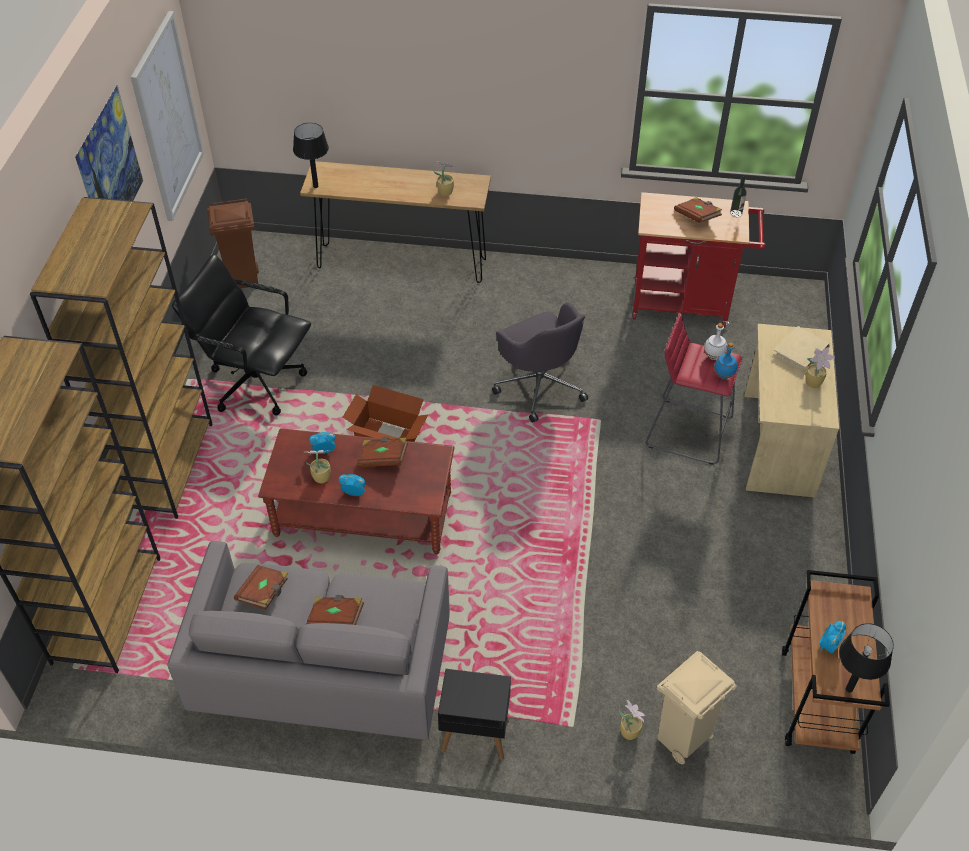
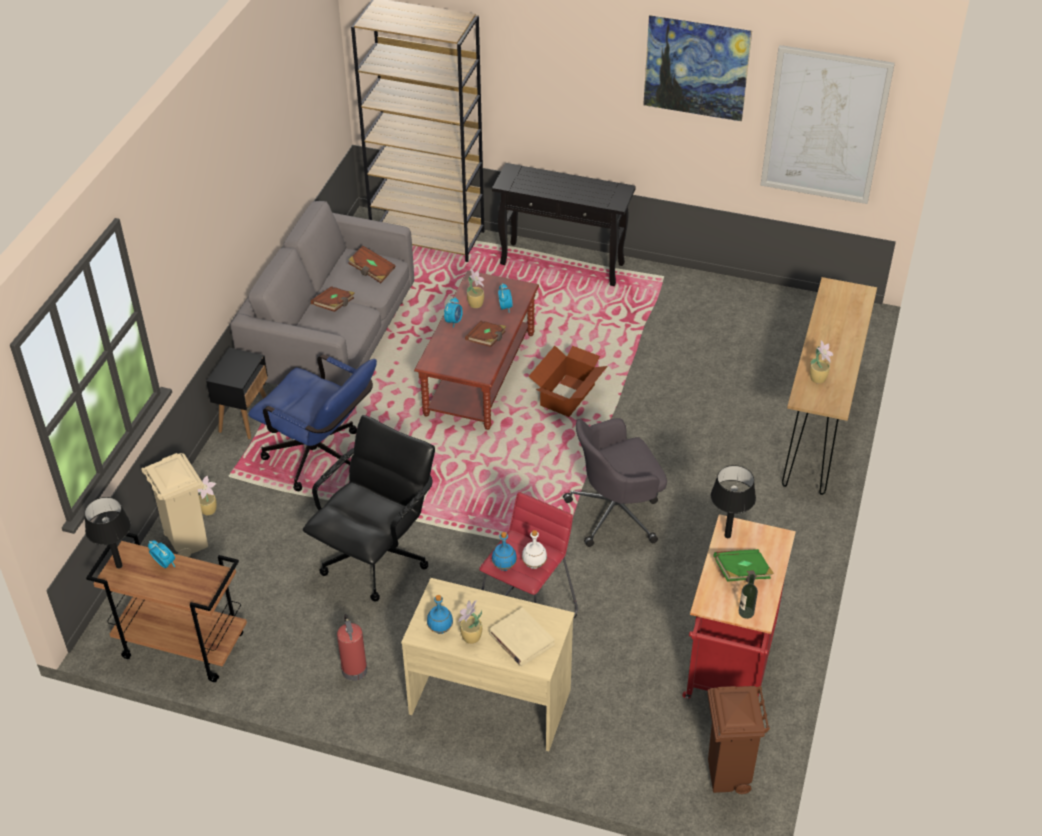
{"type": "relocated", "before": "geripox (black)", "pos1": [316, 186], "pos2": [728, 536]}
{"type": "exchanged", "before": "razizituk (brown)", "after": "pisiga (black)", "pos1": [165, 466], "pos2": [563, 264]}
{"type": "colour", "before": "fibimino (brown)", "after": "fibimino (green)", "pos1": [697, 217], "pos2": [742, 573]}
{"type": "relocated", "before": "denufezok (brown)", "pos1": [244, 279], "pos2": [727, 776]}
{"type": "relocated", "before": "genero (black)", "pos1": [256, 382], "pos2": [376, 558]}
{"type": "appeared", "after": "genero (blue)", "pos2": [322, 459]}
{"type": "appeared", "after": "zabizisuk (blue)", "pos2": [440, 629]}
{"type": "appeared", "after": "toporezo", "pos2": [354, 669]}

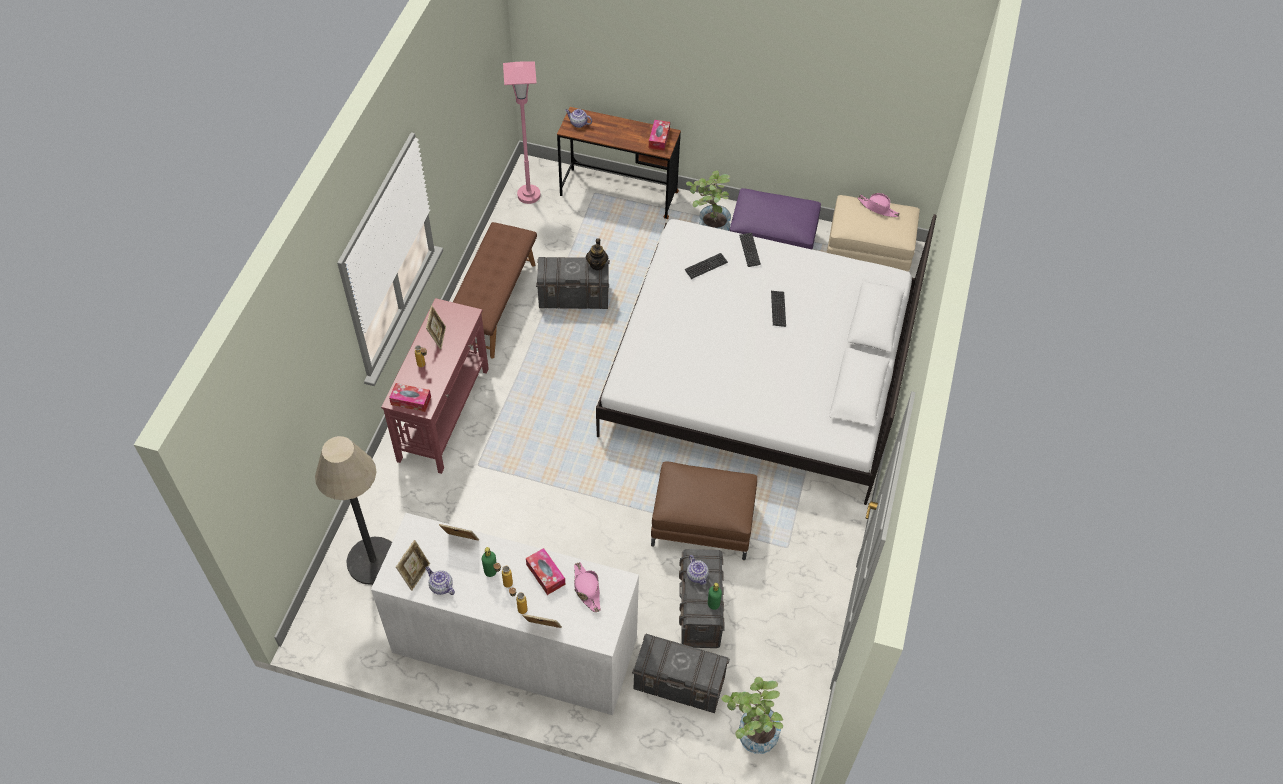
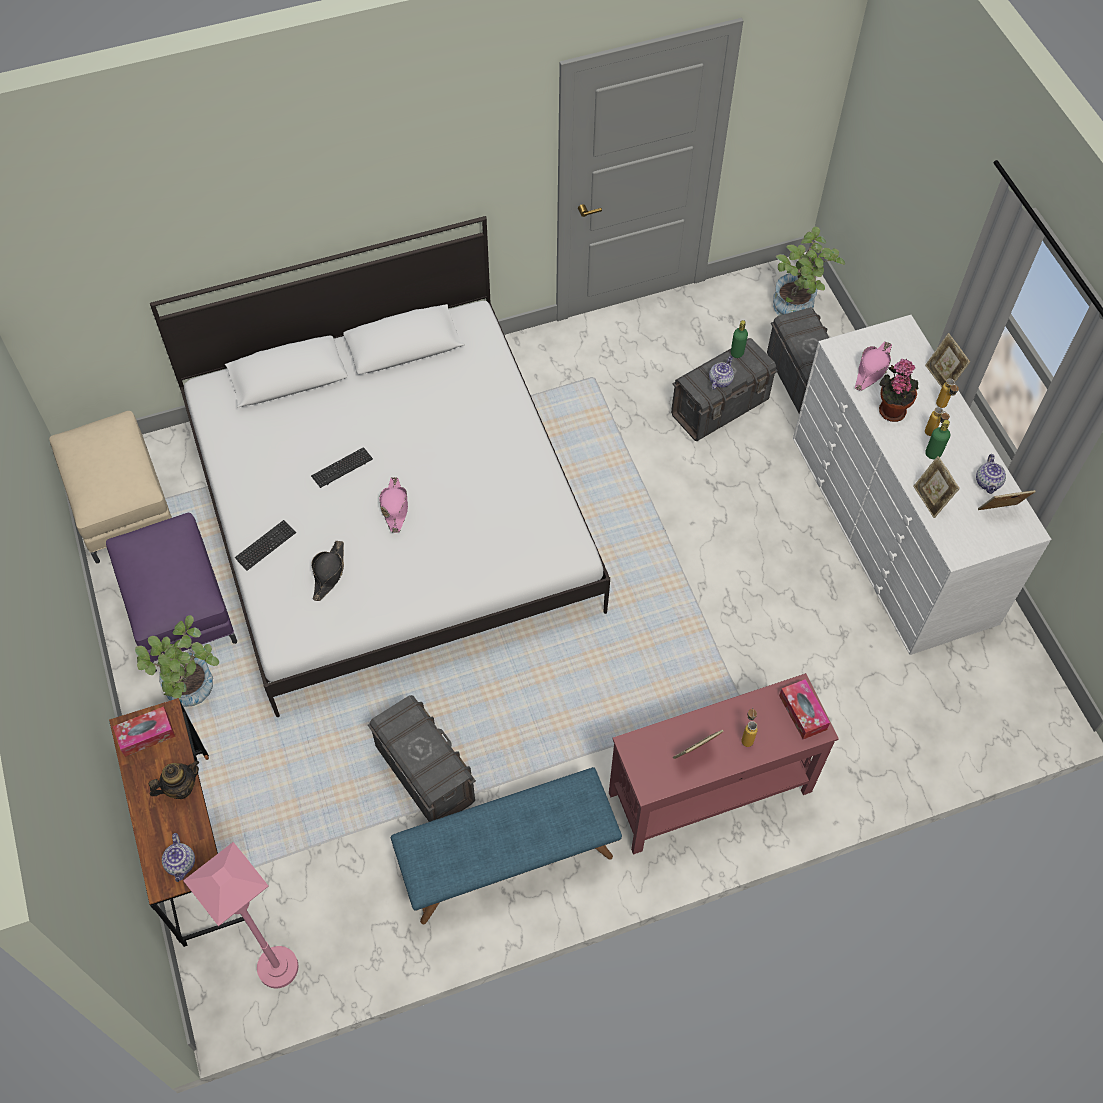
{"type": "relocated", "before": "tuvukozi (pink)", "pos1": [878, 208], "pos2": [395, 507]}
{"type": "colour", "before": "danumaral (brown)", "after": "danumaral (blue)", "pos1": [494, 305], "pos2": [508, 861]}
{"type": "relocated", "before": "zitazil", "pos1": [597, 264], "pos2": [180, 787]}
{"type": "exchanged", "before": "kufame", "after": "tuvukozi (black)", "pos1": [706, 266], "pos2": [329, 573]}
{"type": "missing", "before": "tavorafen", "pos1": [373, 561]}
{"type": "missing", "before": "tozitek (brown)", "pos1": [702, 524]}
{"type": "exchanged", "before": "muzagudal", "after": "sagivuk", "pos1": [545, 574], "pos2": [891, 409]}

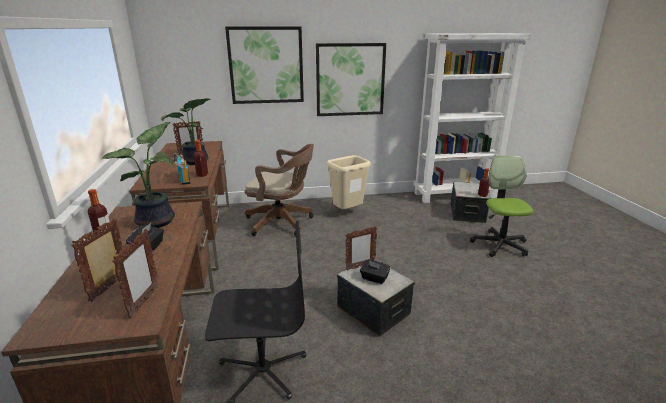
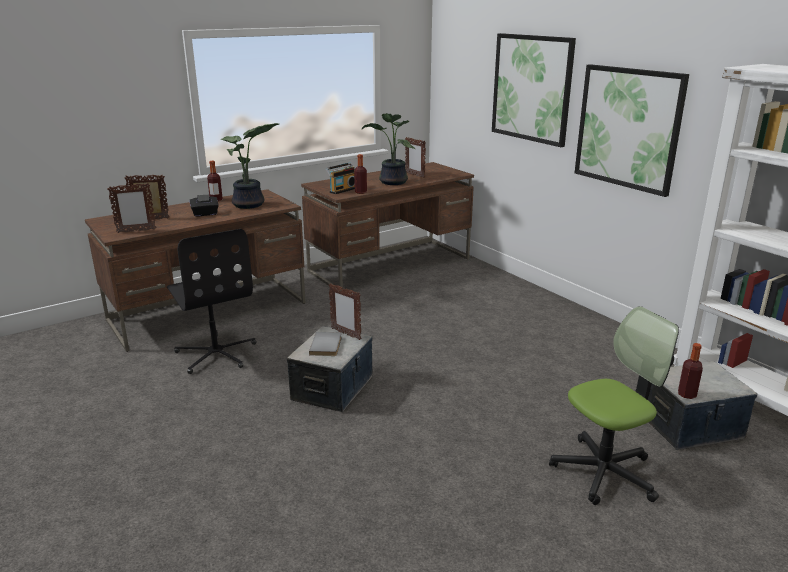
{"type": "missing", "before": "genero (brown)", "pos1": [282, 223]}
{"type": "missing", "before": "denufezok (beige)", "pos1": [348, 212]}
{"type": "exchanged", "before": "muzagudal (black)", "after": "fibimino (grey)", "pos1": [374, 278], "pos2": [327, 345]}

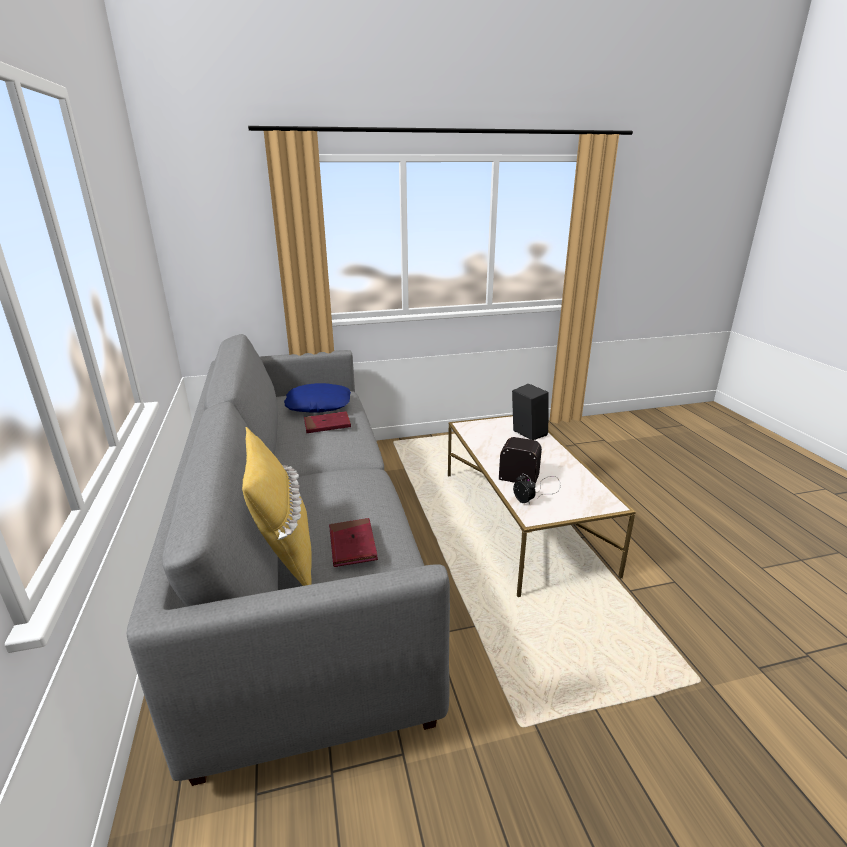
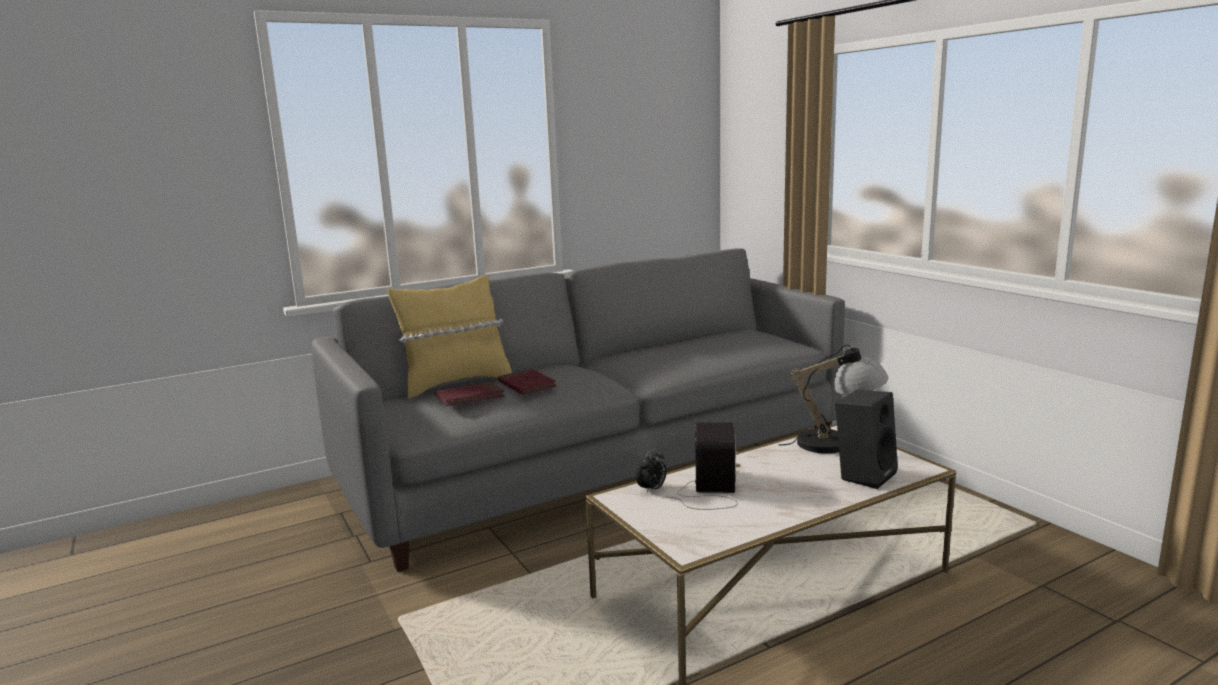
{"type": "missing", "before": "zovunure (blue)", "pos1": [319, 405]}
{"type": "relocated", "before": "fibimino (red)", "pos1": [327, 425], "pos2": [527, 385]}
{"type": "appeared", "after": "geripox", "pos2": [837, 443]}

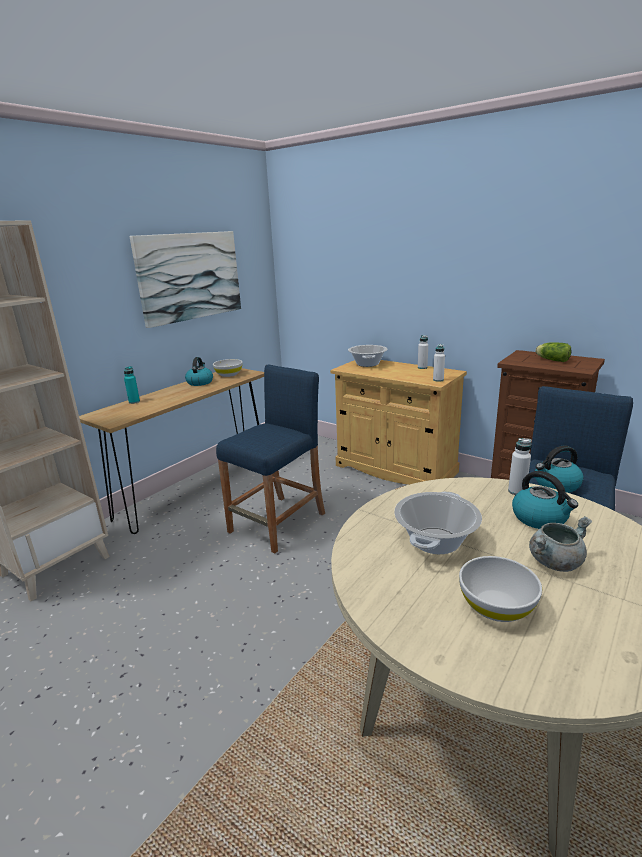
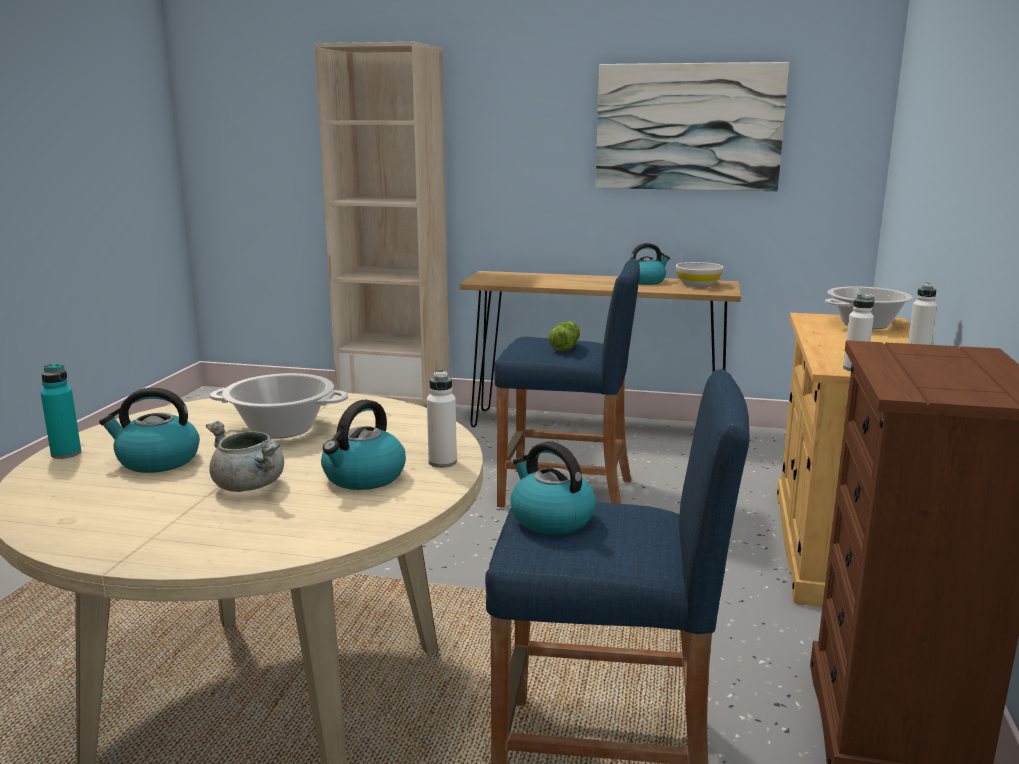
{"type": "relocated", "before": "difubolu", "pos1": [551, 360], "pos2": [566, 347]}
{"type": "relocated", "before": "zabizisuk (turquoise)", "pos1": [134, 402], "pos2": [66, 453]}
{"type": "exchanged", "before": "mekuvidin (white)", "after": "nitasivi", "pos1": [496, 605], "pos2": [157, 461]}

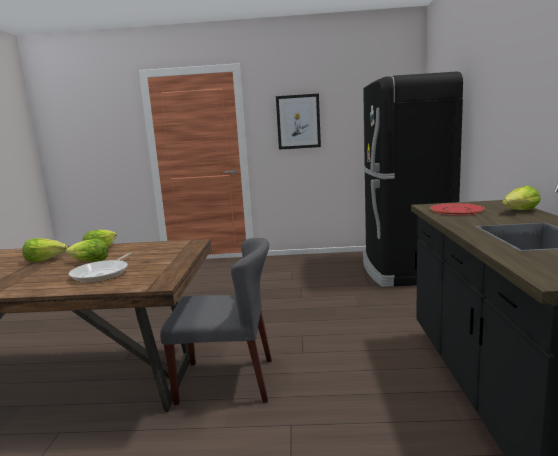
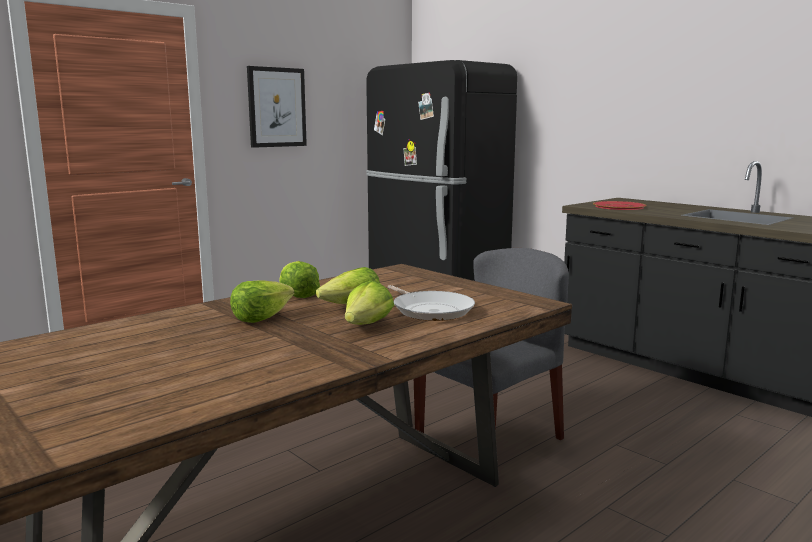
{"type": "relocated", "before": "difubolu", "pos1": [520, 211], "pos2": [367, 325]}

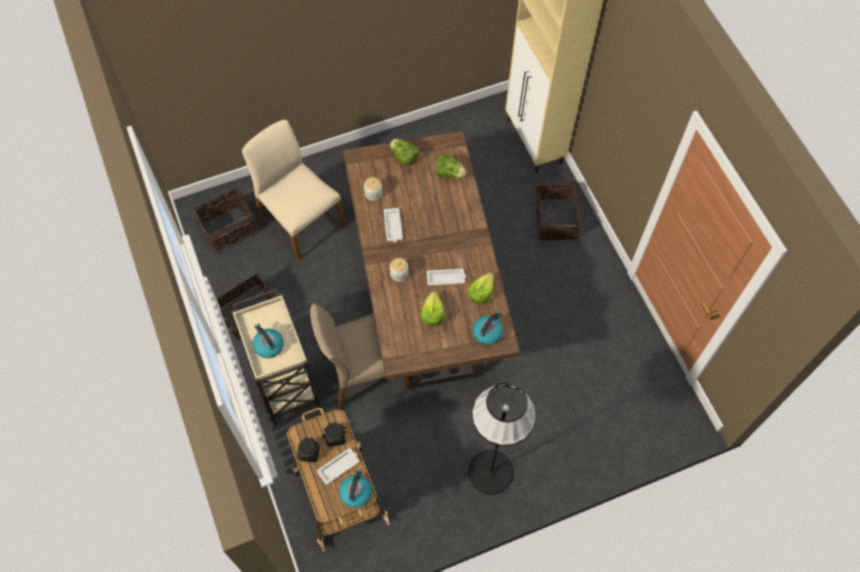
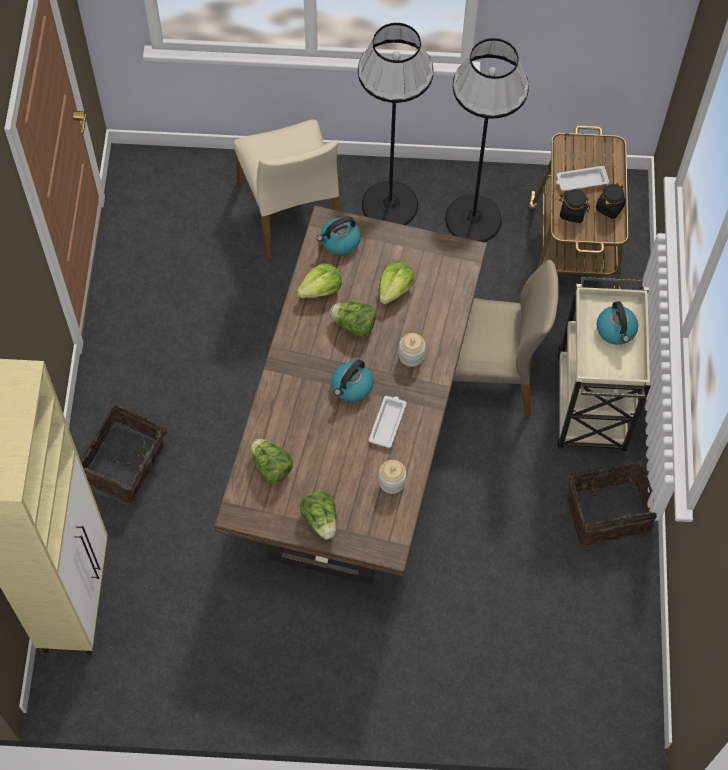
{"type": "relocated", "before": "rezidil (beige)", "pos1": [300, 220], "pos2": [291, 210]}
{"type": "missing", "before": "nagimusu", "pos1": [228, 227]}
{"type": "exchanged", "before": "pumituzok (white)", "after": "difubolu", "pos1": [446, 278], "pos2": [354, 325]}
{"type": "relocated", "before": "nitasivi", "pos1": [355, 492], "pos2": [352, 386]}
{"type": "appeared", "after": "tavorafen (black)", "pos2": [473, 219]}

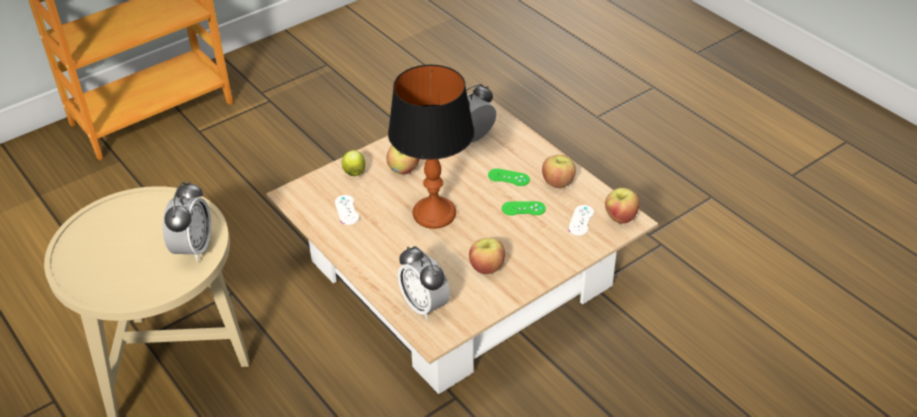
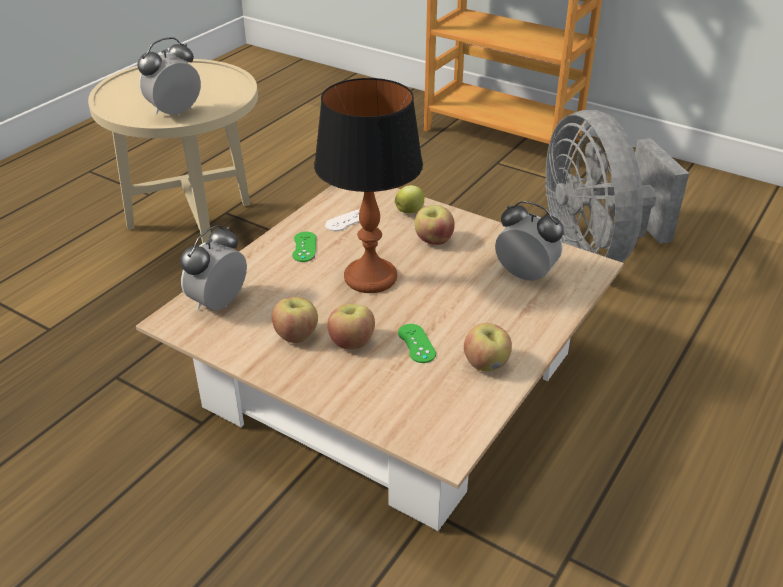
{"type": "relocated", "before": "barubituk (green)", "pos1": [508, 177], "pos2": [304, 247]}
{"type": "spun", "before": "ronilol", "pos1": [193, 248], "pos2": [175, 112], "turn": 150}
{"type": "relocated", "before": "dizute", "pos1": [620, 217], "pos2": [351, 342]}
{"type": "missing", "before": "barubituk (white)", "pos1": [581, 220]}
{"type": "appeared", "after": "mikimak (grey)", "pos2": [595, 250]}

